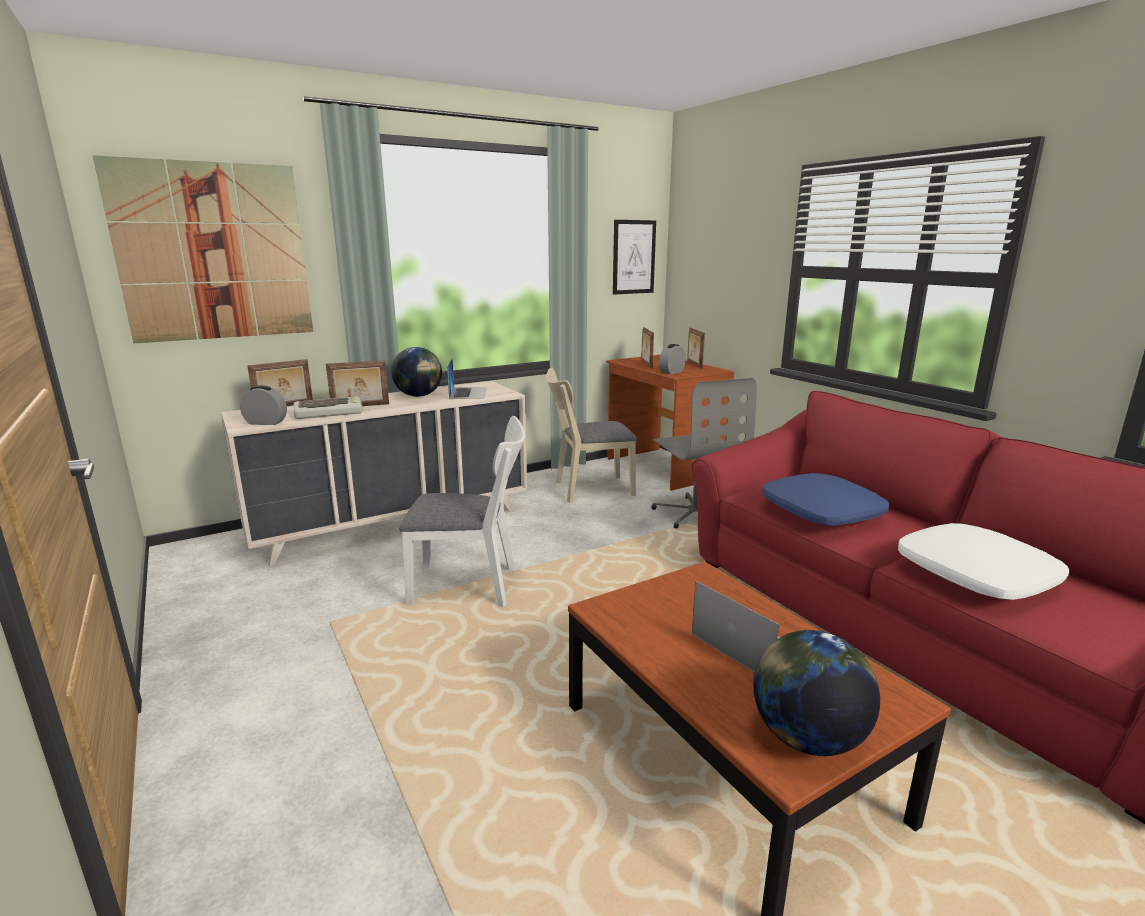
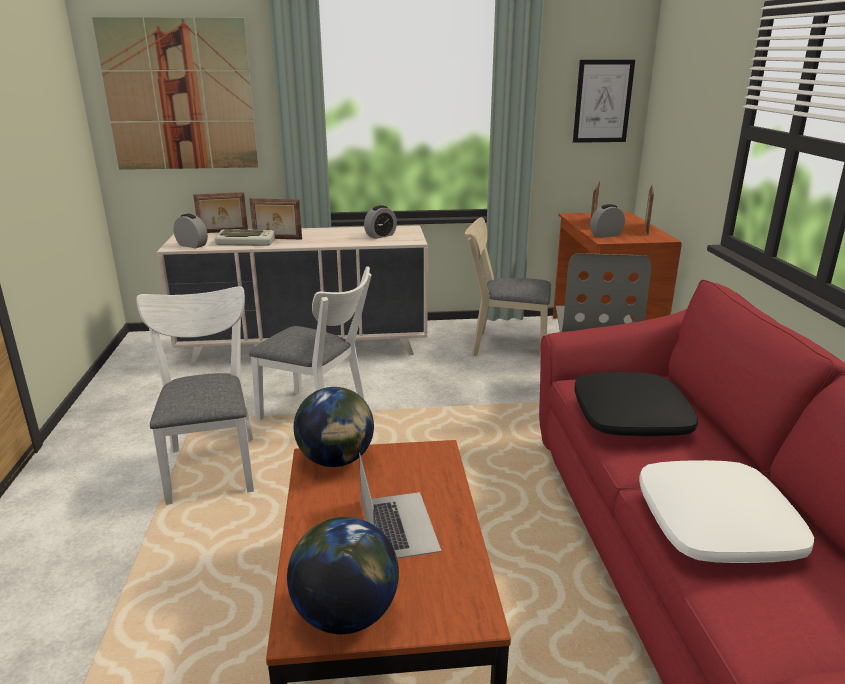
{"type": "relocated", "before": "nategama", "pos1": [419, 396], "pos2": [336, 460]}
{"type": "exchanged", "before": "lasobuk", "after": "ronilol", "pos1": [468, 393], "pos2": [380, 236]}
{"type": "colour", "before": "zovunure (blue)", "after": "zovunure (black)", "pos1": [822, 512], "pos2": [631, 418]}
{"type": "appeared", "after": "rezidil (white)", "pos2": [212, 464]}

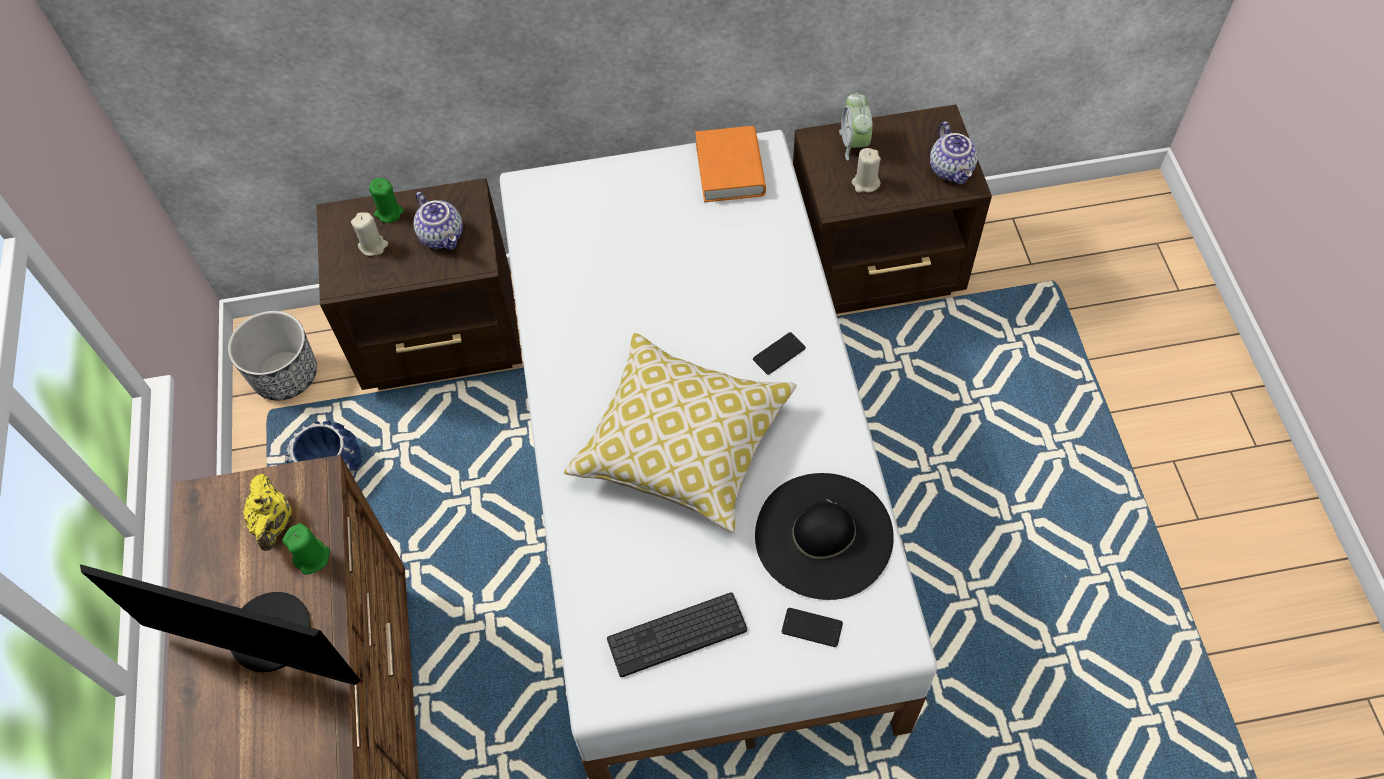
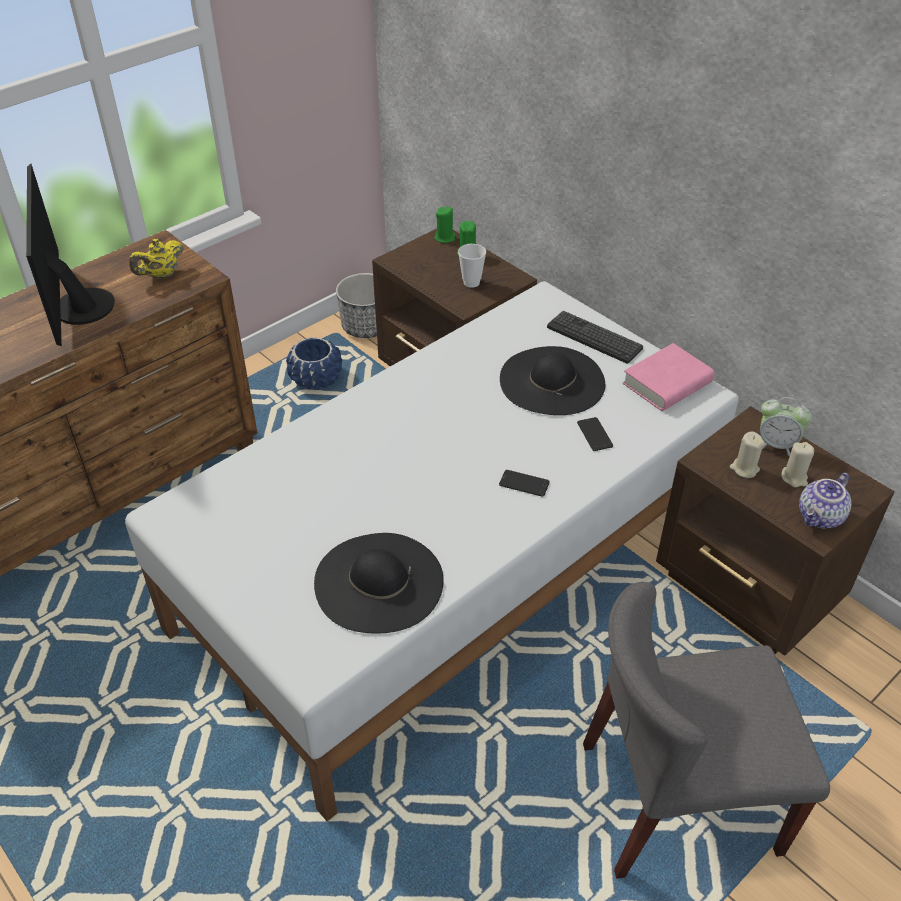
{"type": "spun", "before": "ronilol", "pos1": [854, 143], "pos2": [776, 445], "turn": -120}
{"type": "colour", "before": "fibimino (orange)", "after": "fibimino (pink)", "pos1": [730, 169], "pos2": [667, 383]}
{"type": "exchanged", "before": "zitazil", "after": "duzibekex", "pos1": [443, 236], "pos2": [471, 282]}
{"type": "relocated", "before": "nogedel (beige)", "pos1": [373, 246], "pos2": [794, 478]}
{"type": "missing", "before": "zovunure", "pos1": [683, 444]}
{"type": "relocated", "before": "nogedel (green)", "pos1": [312, 557], "pos2": [445, 238]}
{"type": "relocated", "before": "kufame", "pos1": [677, 635], "pos2": [594, 338]}
{"type": "relocated", "before": "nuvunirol", "pos1": [812, 627], "pos2": [594, 434]}
{"type": "appeared", "after": "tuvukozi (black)", "pos2": [552, 381]}
{"type": "appeared", "after": "rezidil (grey)", "pos2": [678, 799]}

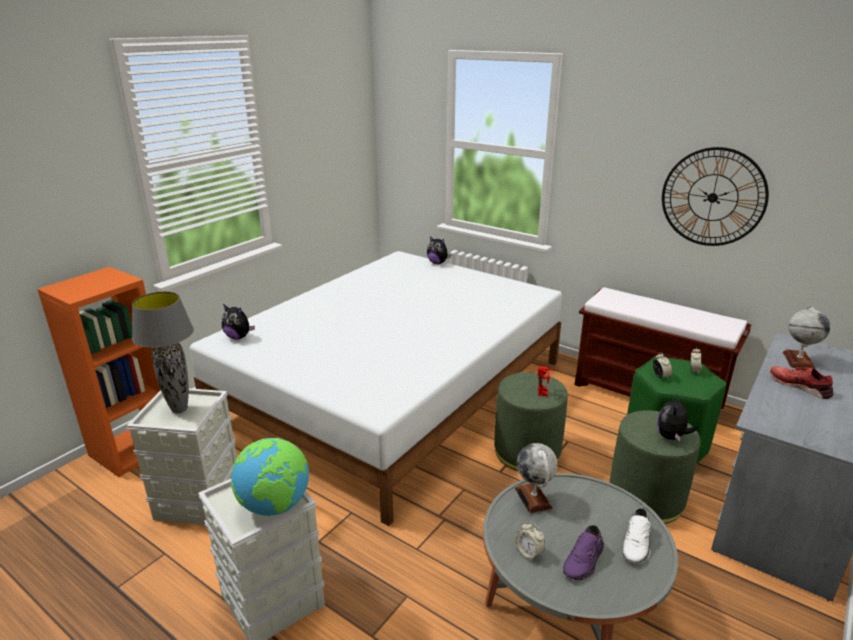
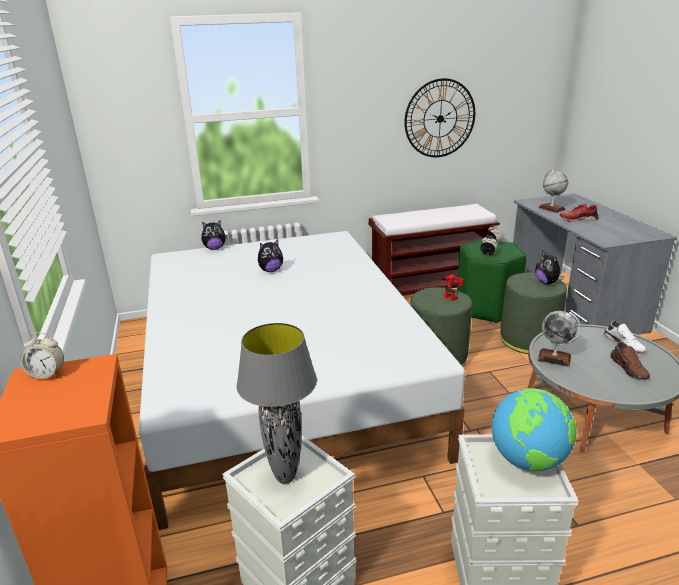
{"type": "relocated", "before": "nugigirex", "pos1": [238, 337], "pos2": [271, 270]}
{"type": "relocated", "before": "ronilol", "pos1": [529, 553], "pos2": [47, 374]}
{"type": "colour", "before": "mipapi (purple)", "after": "mipapi (brown)", "pos1": [584, 561], "pos2": [629, 368]}

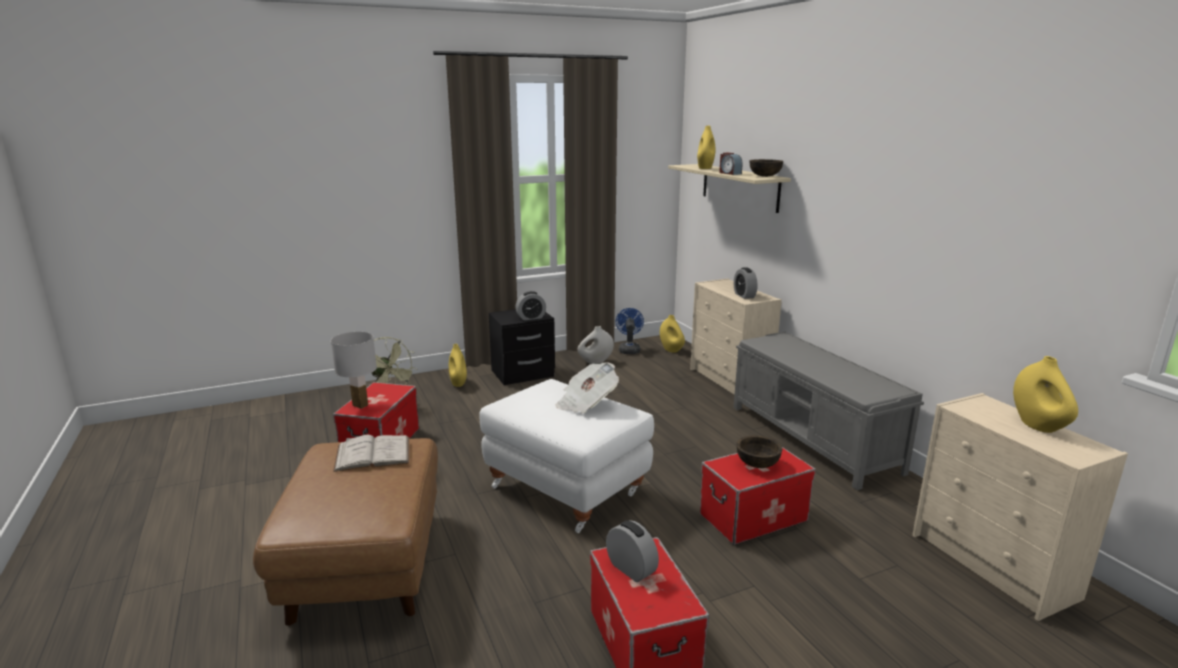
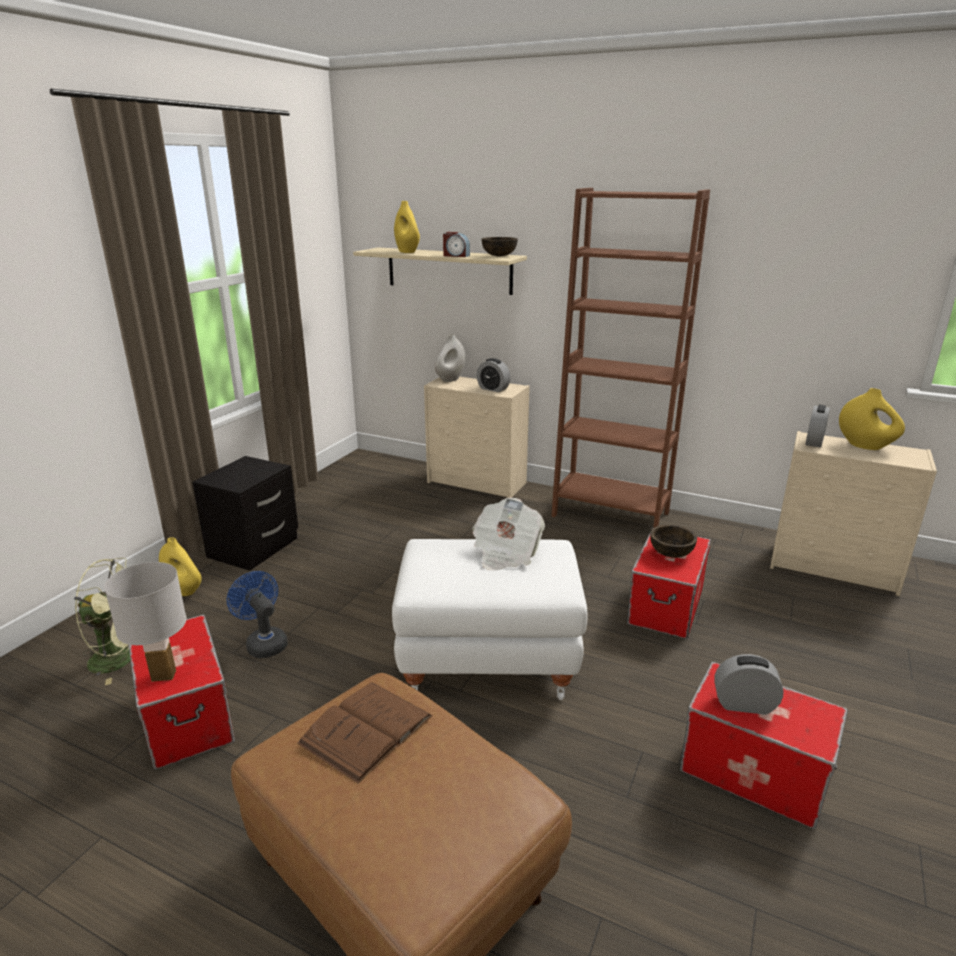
{"type": "relocated", "before": "ronilol", "pos1": [531, 317], "pos2": [814, 442]}
{"type": "relocated", "before": "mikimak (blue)", "pos1": [629, 349], "pos2": [264, 642]}
{"type": "missing", "before": "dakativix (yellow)", "pos1": [671, 350]}
{"type": "relocated", "before": "dakativix (white)", "pos1": [595, 362], "pos2": [450, 379]}
{"type": "exchanged", "before": "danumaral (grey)", "after": "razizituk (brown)", "pos1": [813, 439], "pos2": [610, 514]}
{"type": "colour", "before": "fibimino (white)", "after": "fibimino (brown)", "pos1": [373, 454], "pos2": [366, 729]}

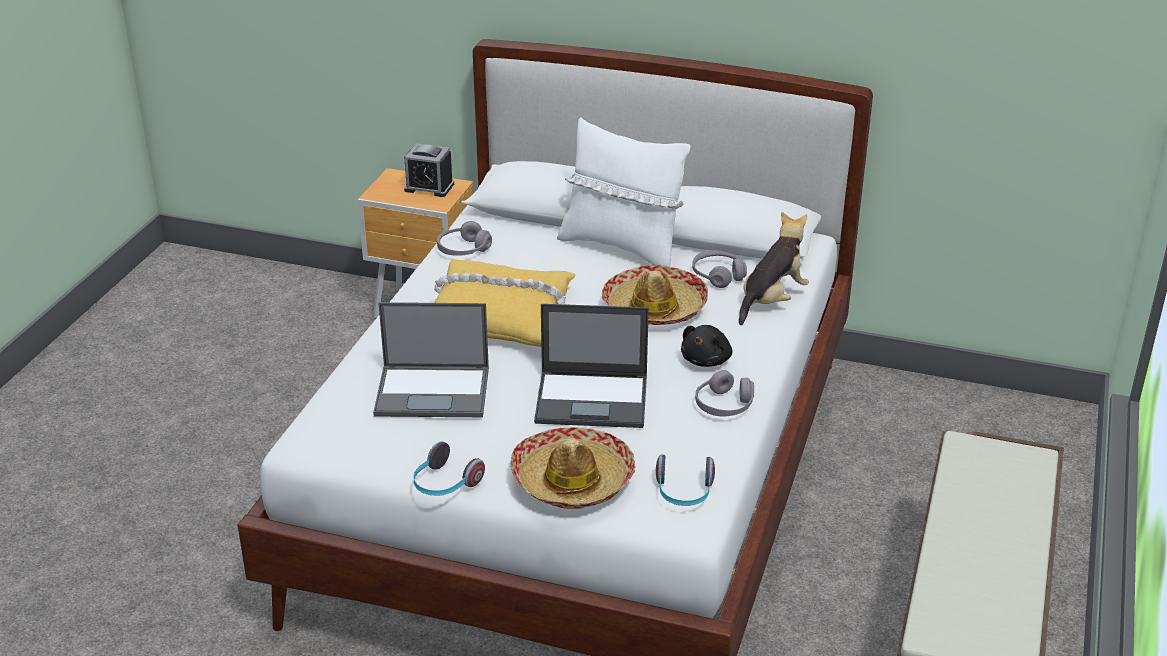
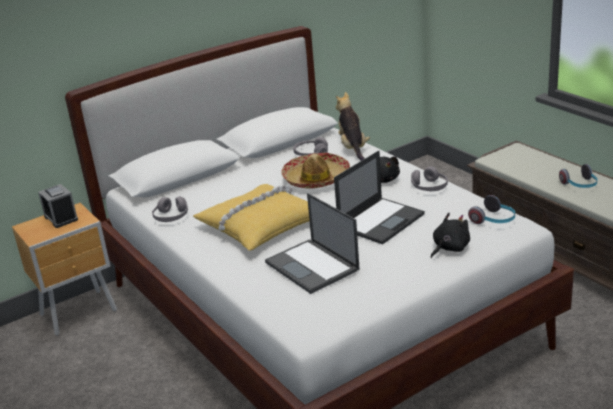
{"type": "missing", "before": "zovunure (white)", "pos1": [621, 247]}
{"type": "spun", "before": "ronilol", "pos1": [429, 187], "pos2": [61, 218], "turn": 90}
{"type": "spun", "before": "lasobuk", "pos1": [434, 391], "pos2": [313, 266], "turn": 105}
{"type": "exchanged", "before": "tuvukozi", "after": "nugigirex (black)", "pos1": [572, 480], "pos2": [449, 248]}
{"type": "relocated", "before": "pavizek", "pos1": [444, 485], "pos2": [580, 185]}

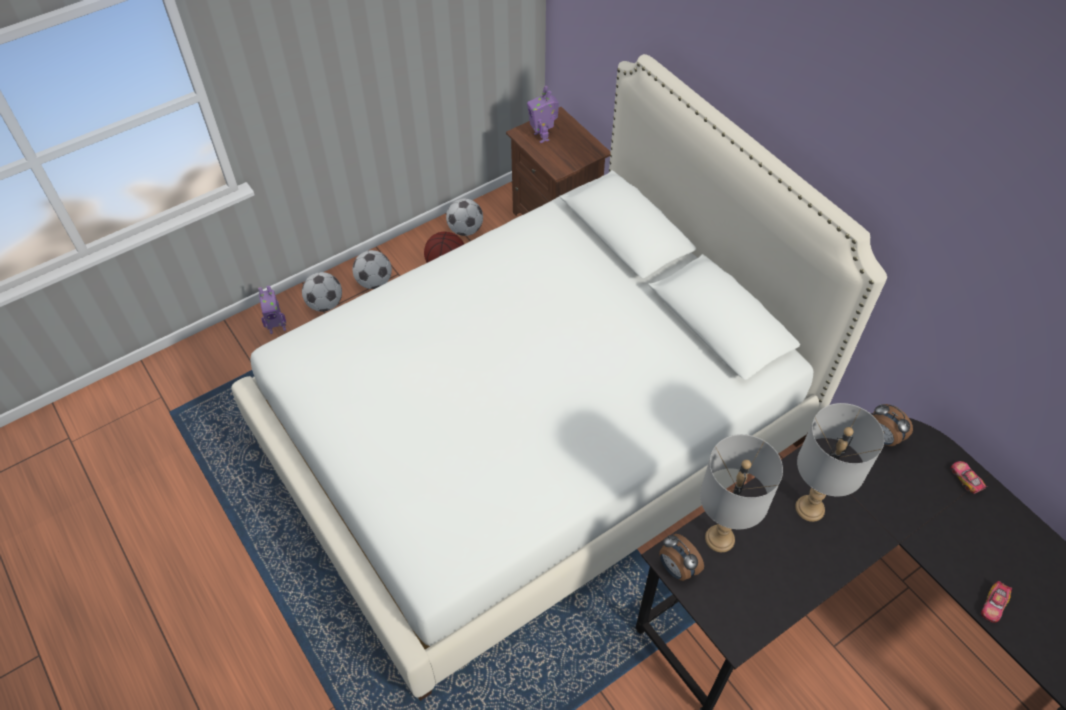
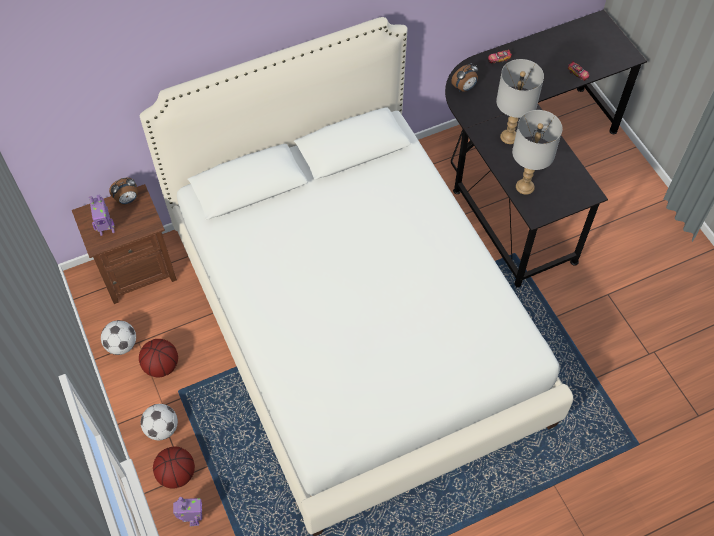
{"type": "exchanged", "before": "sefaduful", "after": "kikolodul", "pos1": [325, 304], "pos2": [176, 474]}
{"type": "relocated", "before": "ronilol", "pos1": [676, 568], "pos2": [127, 200]}

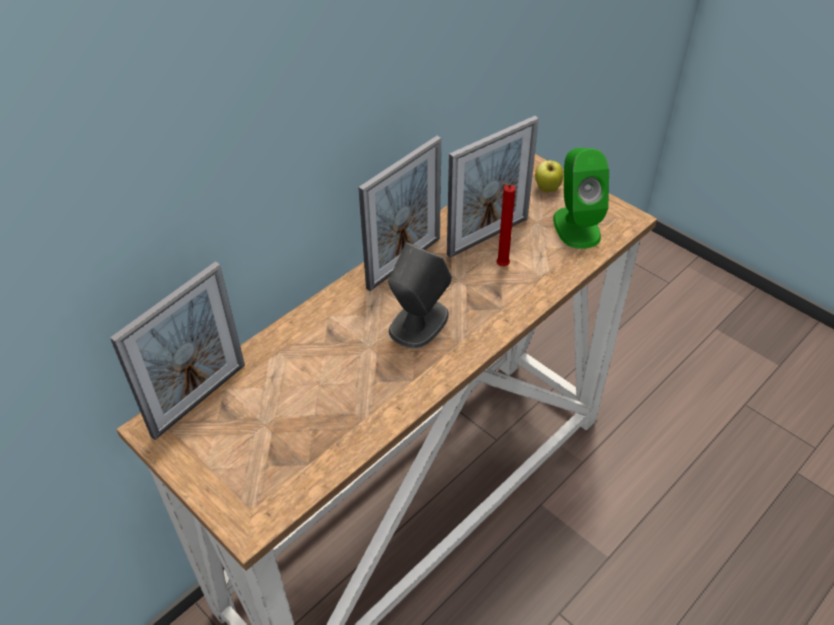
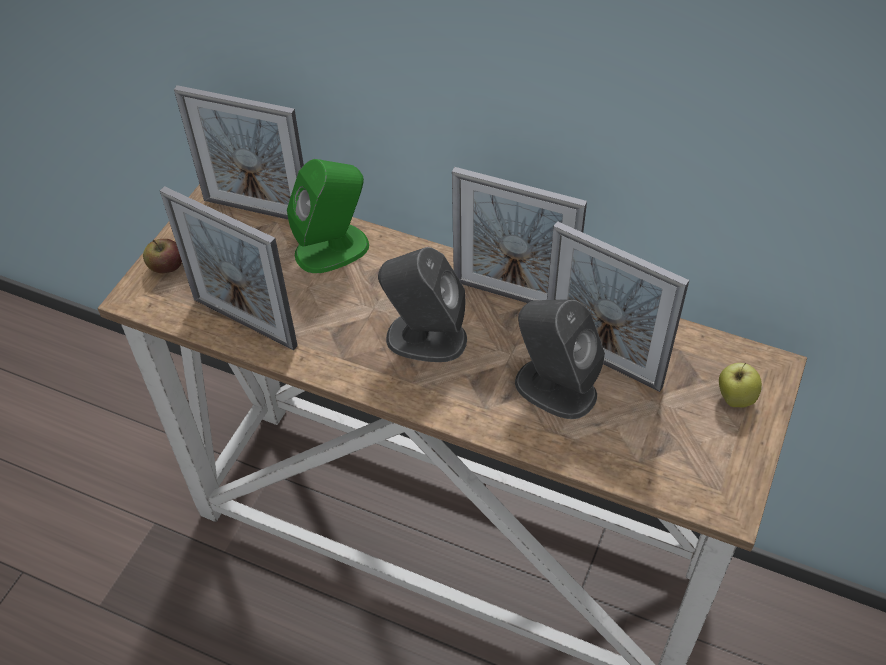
{"type": "relocated", "before": "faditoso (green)", "pos1": [576, 226], "pos2": [333, 248]}
{"type": "exchanged", "before": "nogedel (red)", "after": "faditoso (grey)", "pos1": [500, 267], "pos2": [554, 387]}
{"type": "appeared", "after": "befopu", "pos2": [244, 322]}
{"type": "appeared", "after": "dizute", "pos2": [166, 267]}

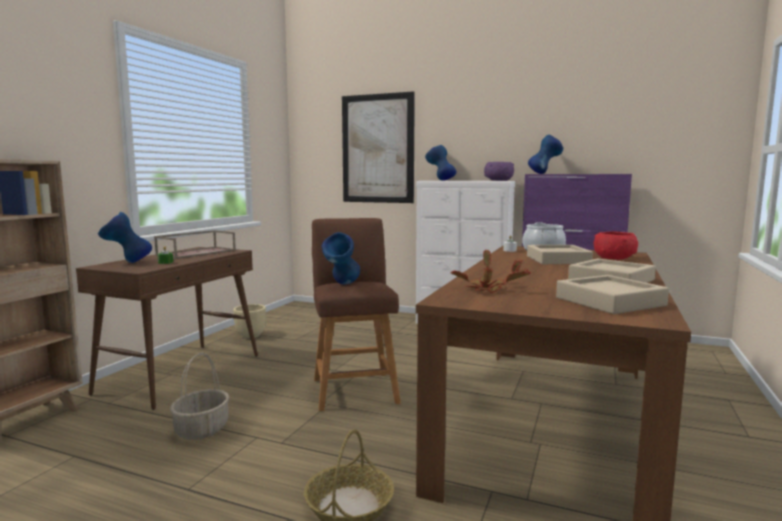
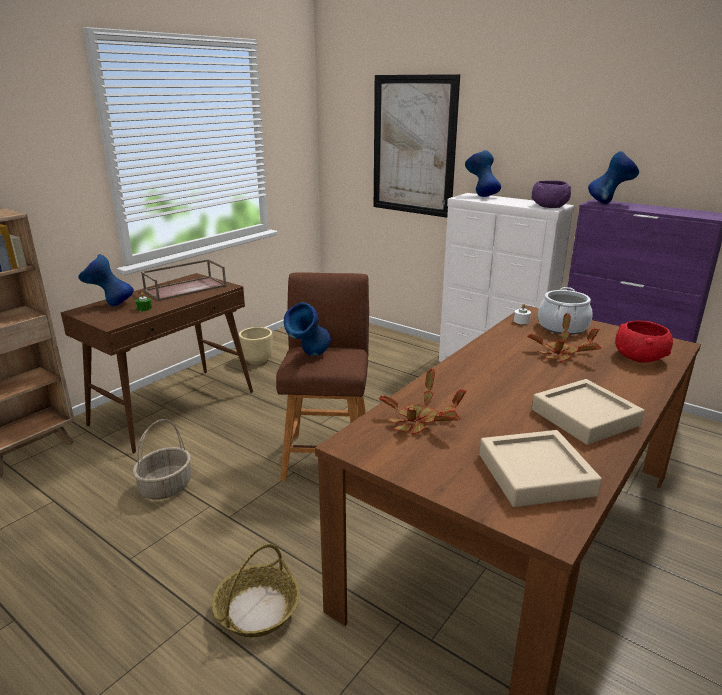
{"type": "exchanged", "before": "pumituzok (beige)", "after": "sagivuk", "pos1": [557, 260], "pos2": [561, 354]}

